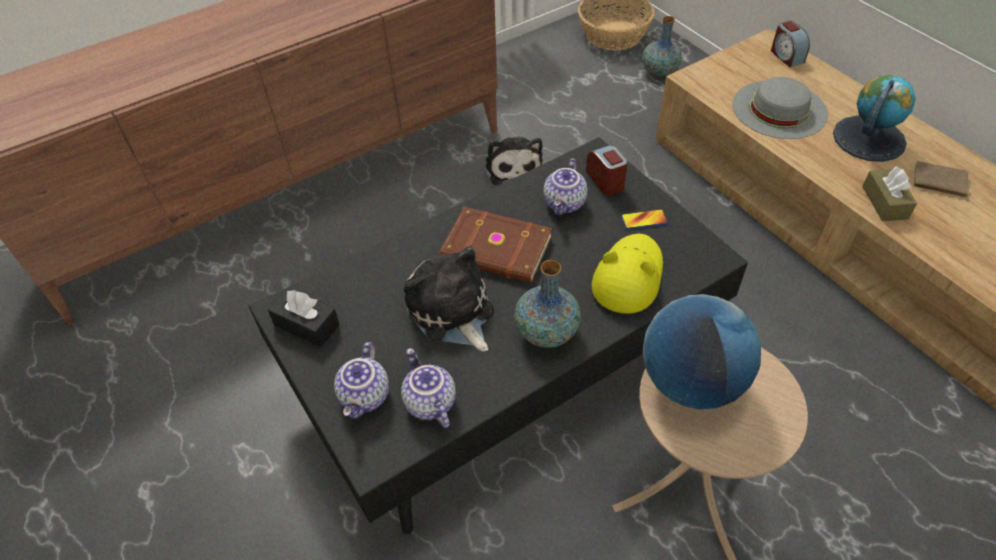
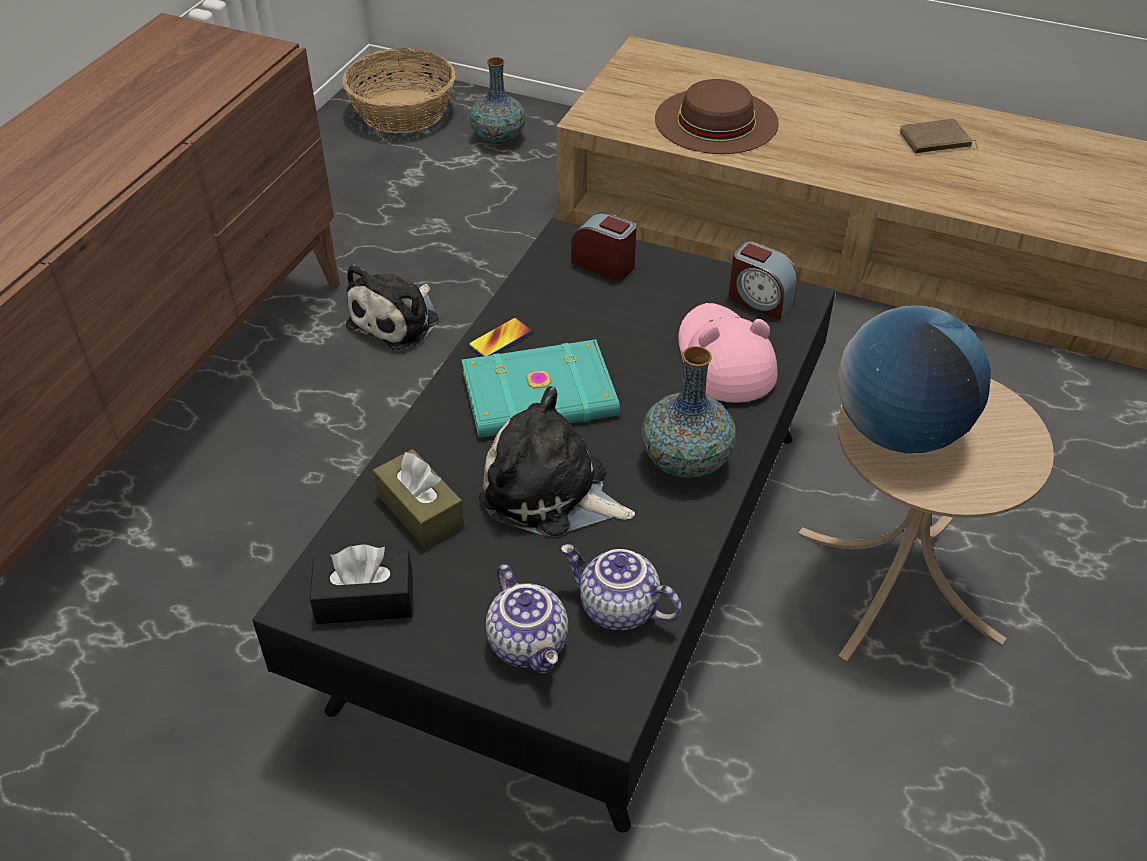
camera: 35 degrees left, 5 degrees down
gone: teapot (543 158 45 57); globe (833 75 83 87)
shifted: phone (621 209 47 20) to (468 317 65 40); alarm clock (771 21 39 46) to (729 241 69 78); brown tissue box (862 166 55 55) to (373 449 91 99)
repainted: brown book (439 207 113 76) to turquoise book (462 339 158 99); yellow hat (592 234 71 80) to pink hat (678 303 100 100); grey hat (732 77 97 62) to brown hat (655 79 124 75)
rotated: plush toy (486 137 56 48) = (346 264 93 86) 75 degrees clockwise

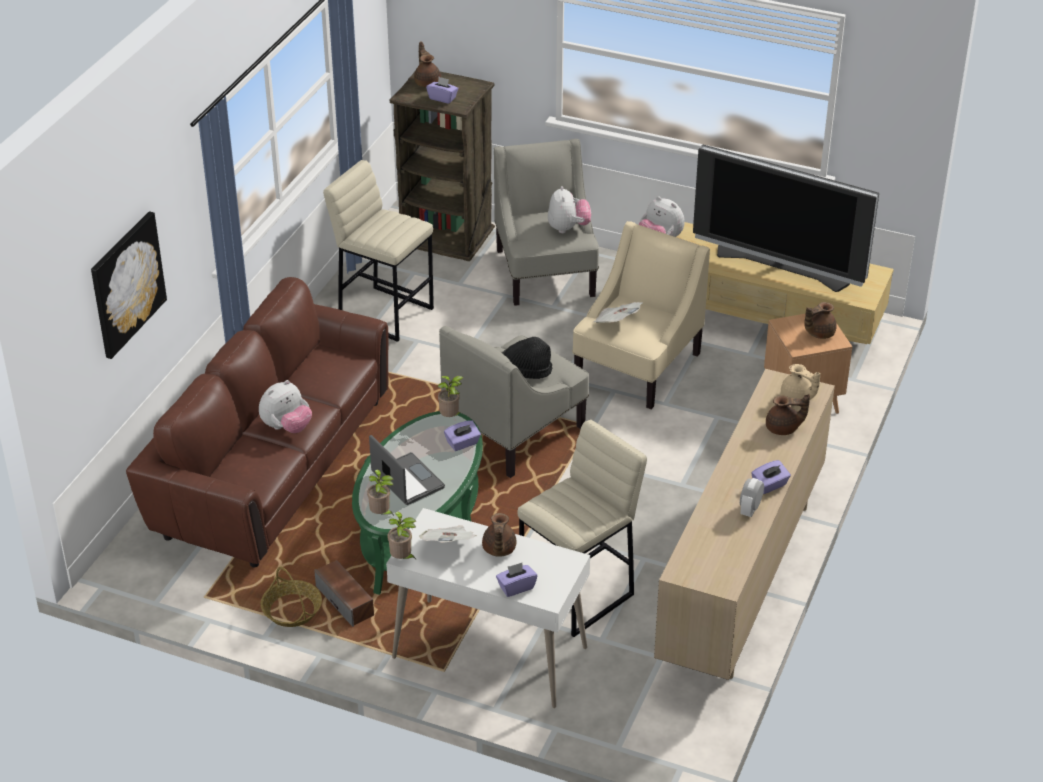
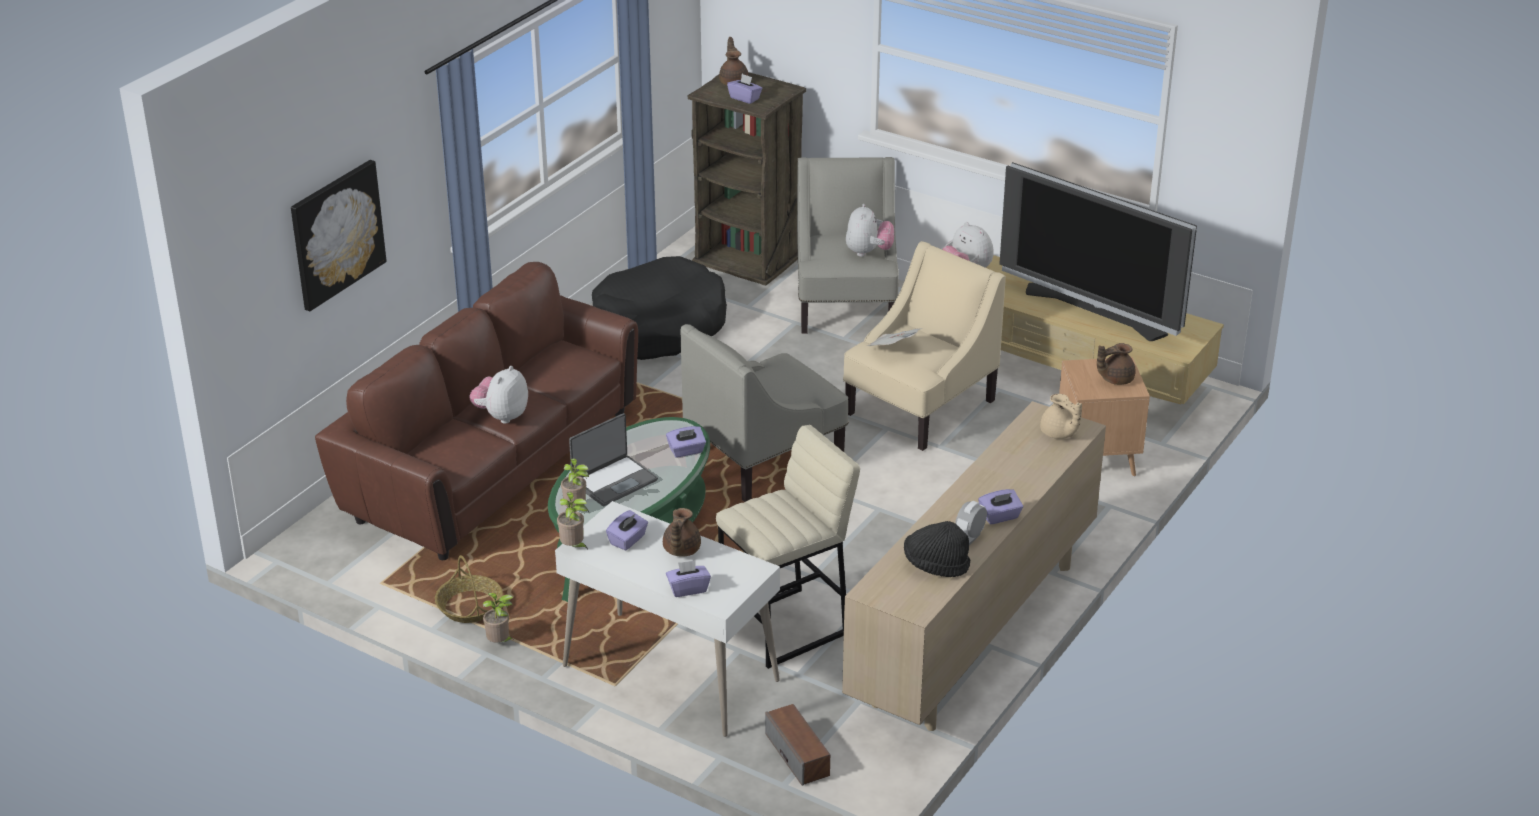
camera: 10 degrees right, 5 degrees down
gone: brown teapot (766 394 44 41)
shifted: speaker (314 560 60 67) to (765 704 65 82); potted plant (438 376 26 41) to (483 593 31 50); black hat (502 337 50 42) to (904 521 66 56)
swapped: beige stool (323 160 111 182) to black dog bed (592 256 135 104); newspaper (419 525 58 18) to purple tissue box (606 510 42 41)
rotated: plush toy (259 380 53 53) = (470 366 58 58) 150 degrees clockwise; laptop (369 435 76 70) = (569 413 89 93) 75 degrees clockwise

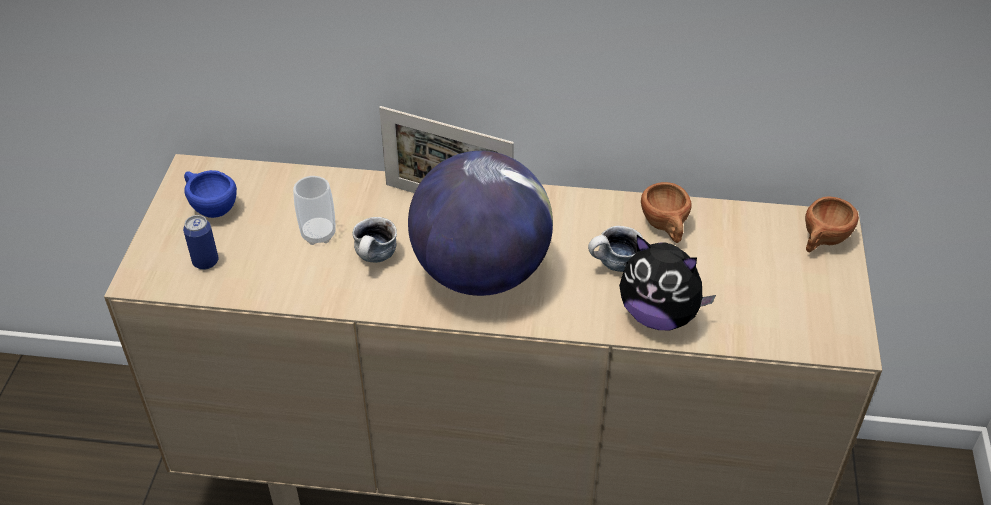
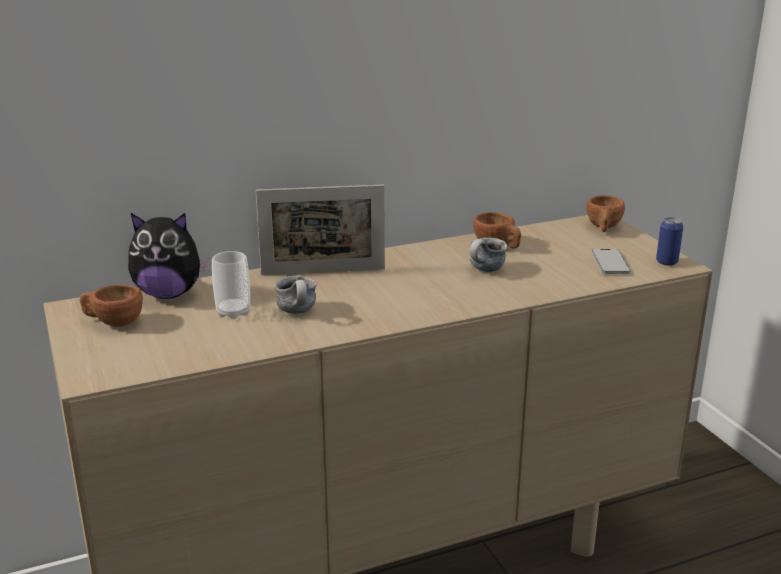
camera: 30 degrees left, 20 degrees down
gone: globe (408 151 145 145)
new: phone (592 249 39 25)
shifted: can (183 215 35 55) to (656 217 27 49); plush toy (619 235 97 95) to (128 213 82 86)
repainted: blue cup (184 170 53 48) to brown cup (80 285 63 42)

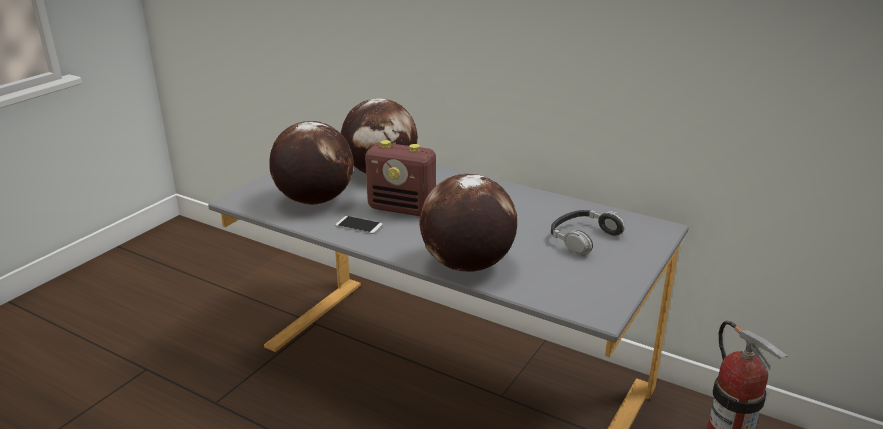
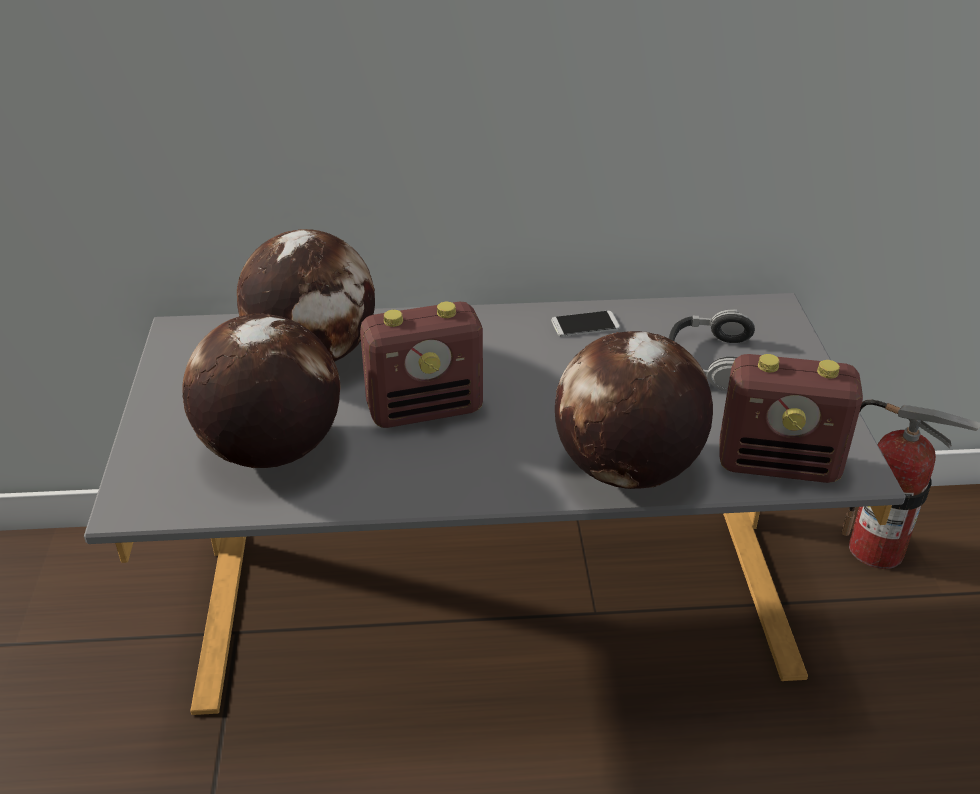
camera: 35 degrees left, 10 degrees up
new: radio (719 354 144 129)
shifted: phone (335 216 48 18) to (551 311 69 25)

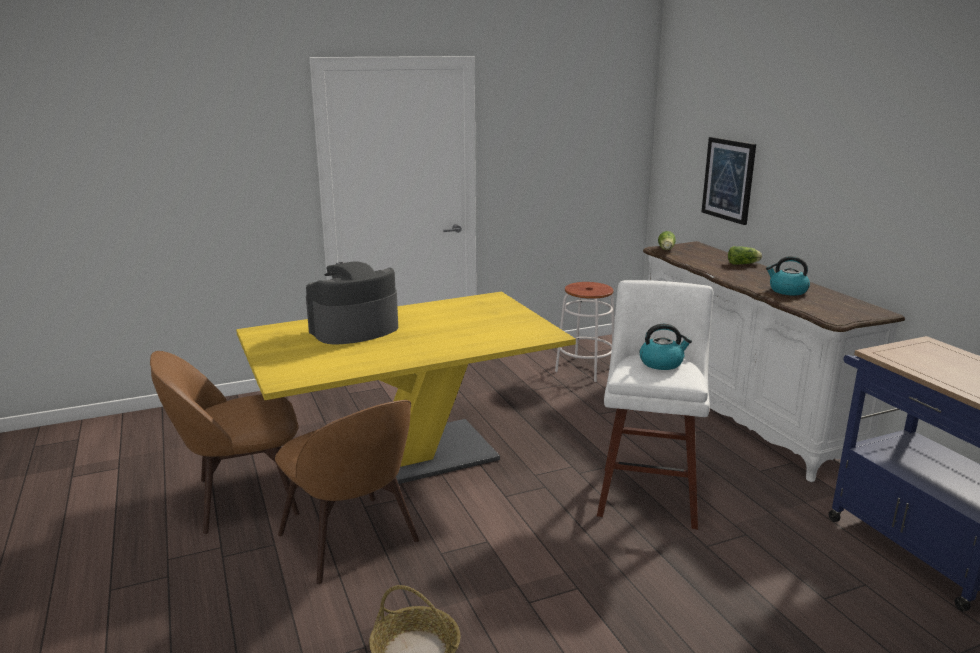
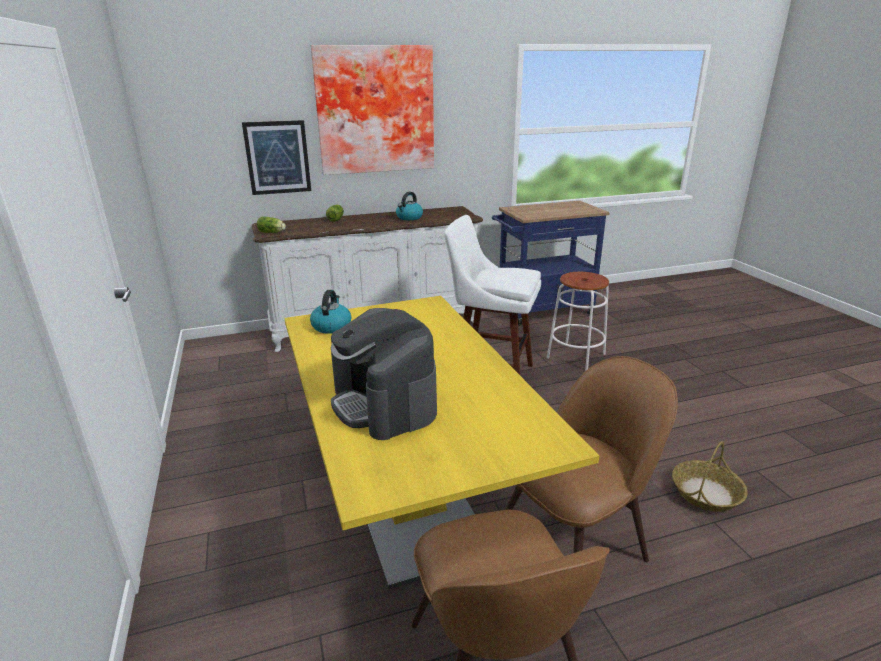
camera: 85 degrees left, 5 degrees up
new: picture (311 45 123 130)
shifted: white stool (555 282 59 100) to (547 272 62 99); kettle (640 324 52 46) to (310 290 41 44)

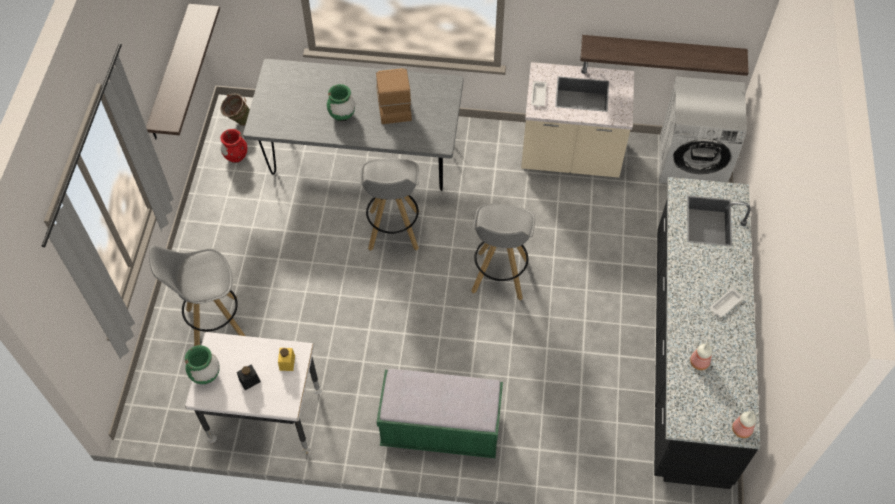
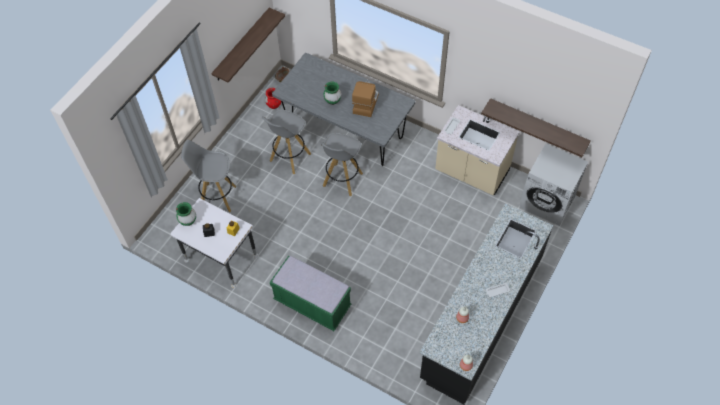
camera: 25 degrees right, 0 degrees up
shifted: grey stool (471 204 64 96) to (262 110 49 64)

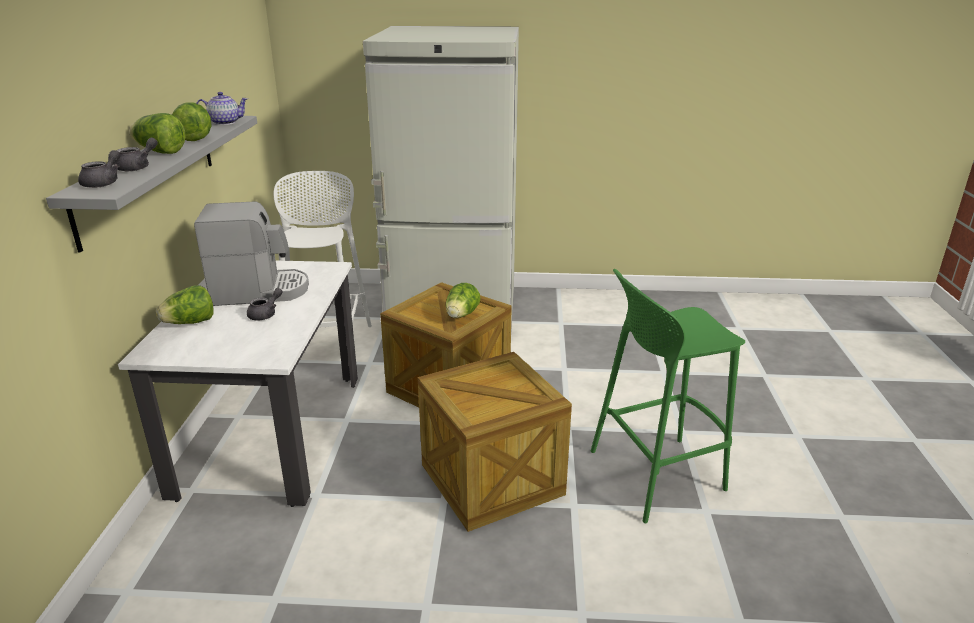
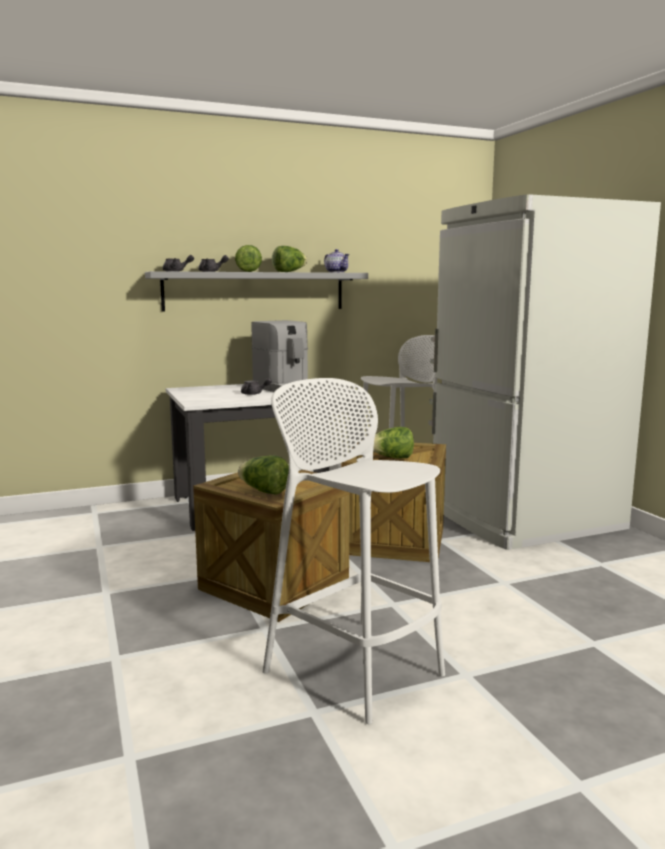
camera: 65 degrees right, 15 degrees down
shifted: lettuce (156 285 58 39) to (238 455 51 40)
repainted: green stool (591 269 154 254) to white stool (263 378 182 346)

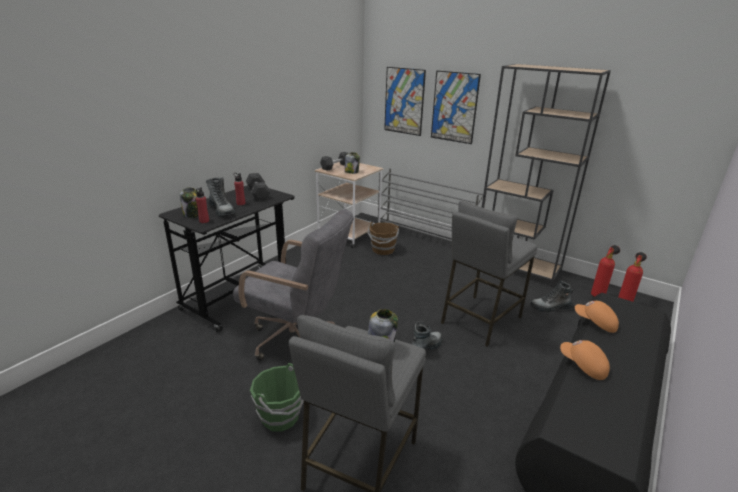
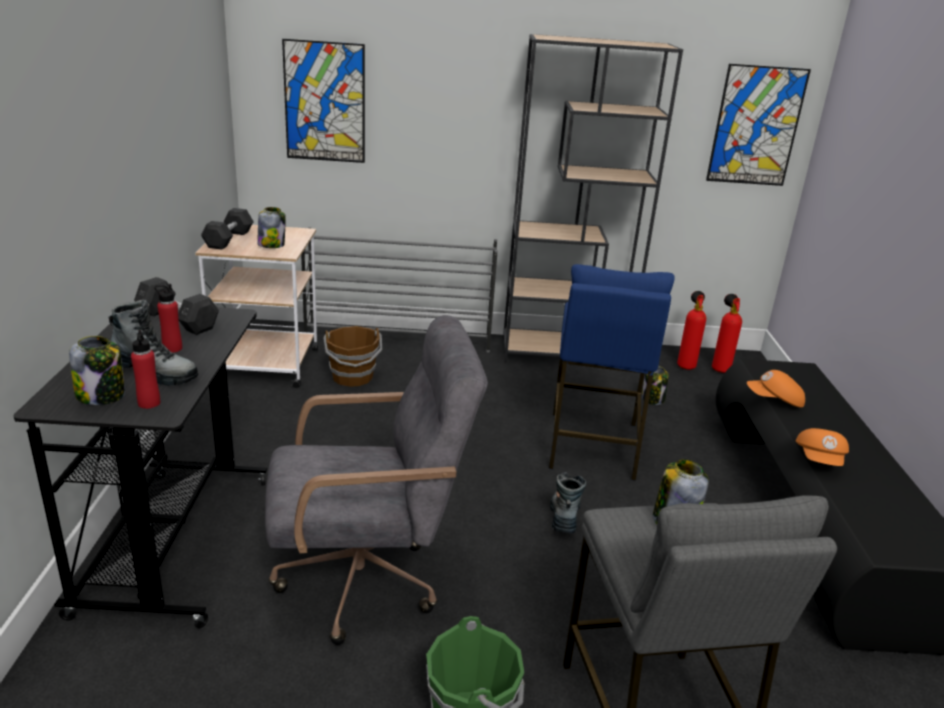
camera: 35 degrees left, 0 degrees up
shifted: picture (431 70 50 74) to (706 64 105 122)
swapped: boot (531 280 42 32) to jar (642 366 27 39)
repainted: grey stool (441 201 96 146) to blue stool (549 264 126 217)
rotated: orange cap (560 340 50 40) = (796 428 53 38) 90 degrees counterclockwise

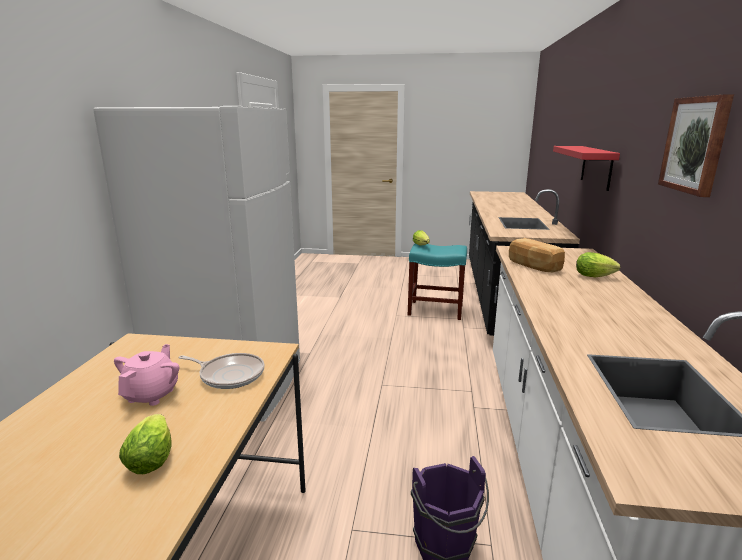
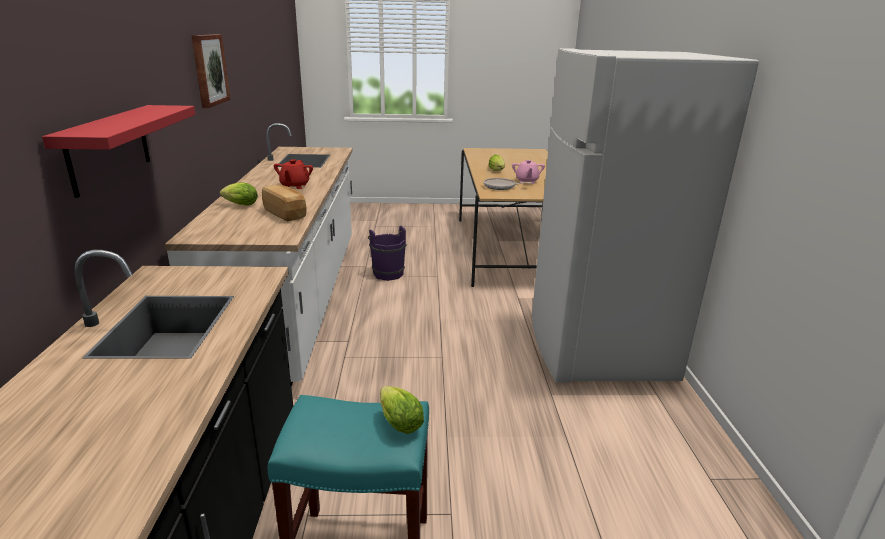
camera: 170 degrees right, 5 degrees up
new: red teapot (274 159 39 30)

